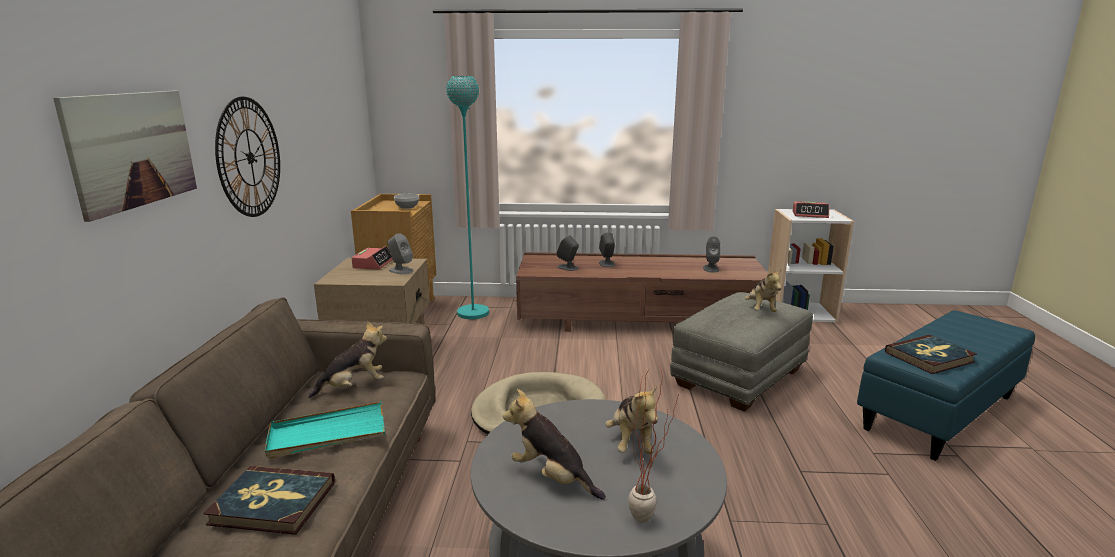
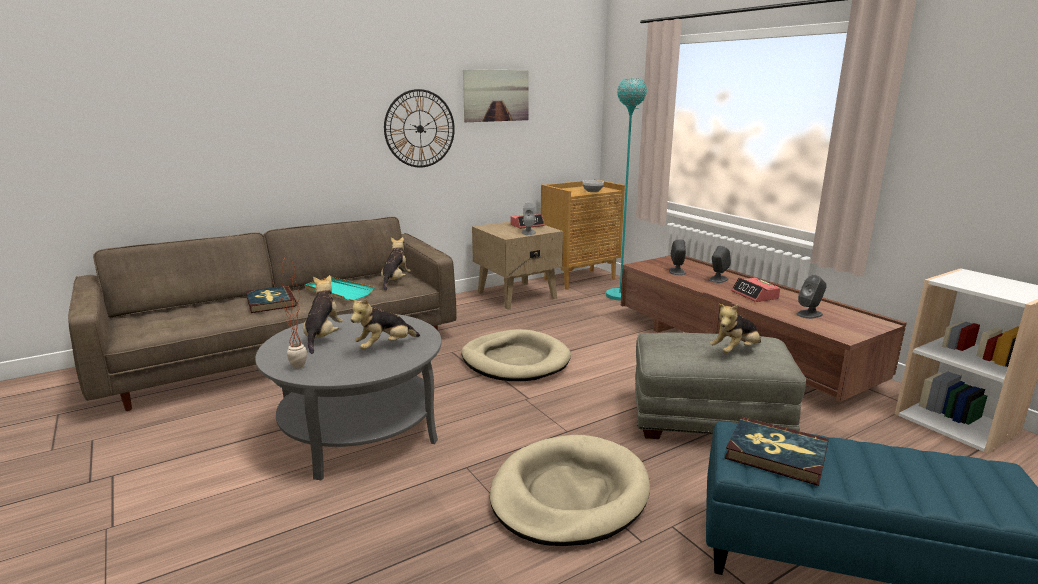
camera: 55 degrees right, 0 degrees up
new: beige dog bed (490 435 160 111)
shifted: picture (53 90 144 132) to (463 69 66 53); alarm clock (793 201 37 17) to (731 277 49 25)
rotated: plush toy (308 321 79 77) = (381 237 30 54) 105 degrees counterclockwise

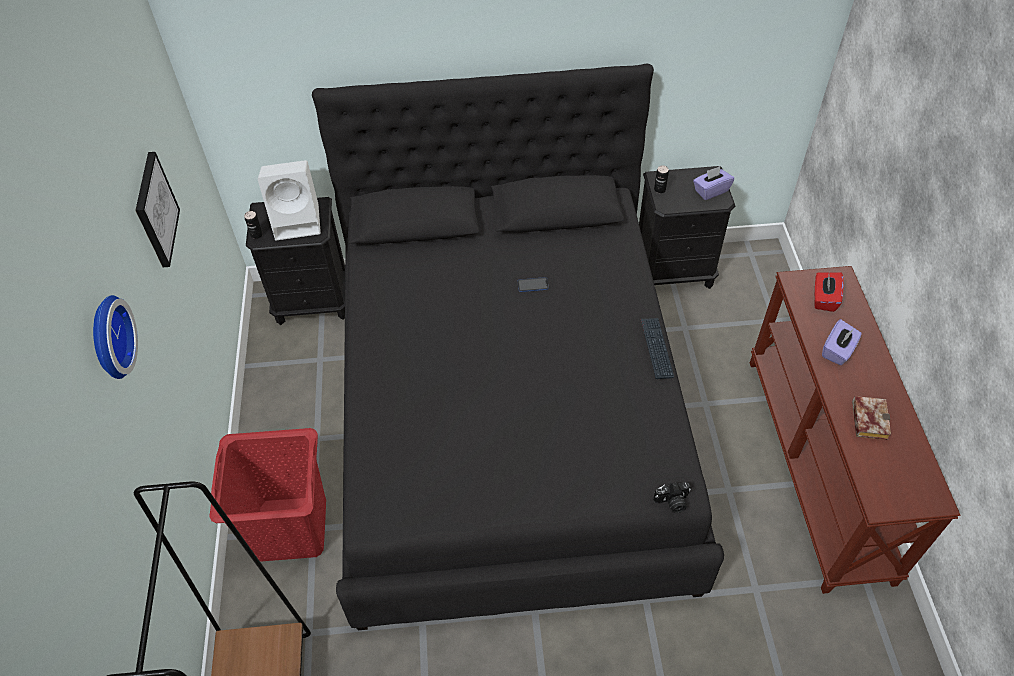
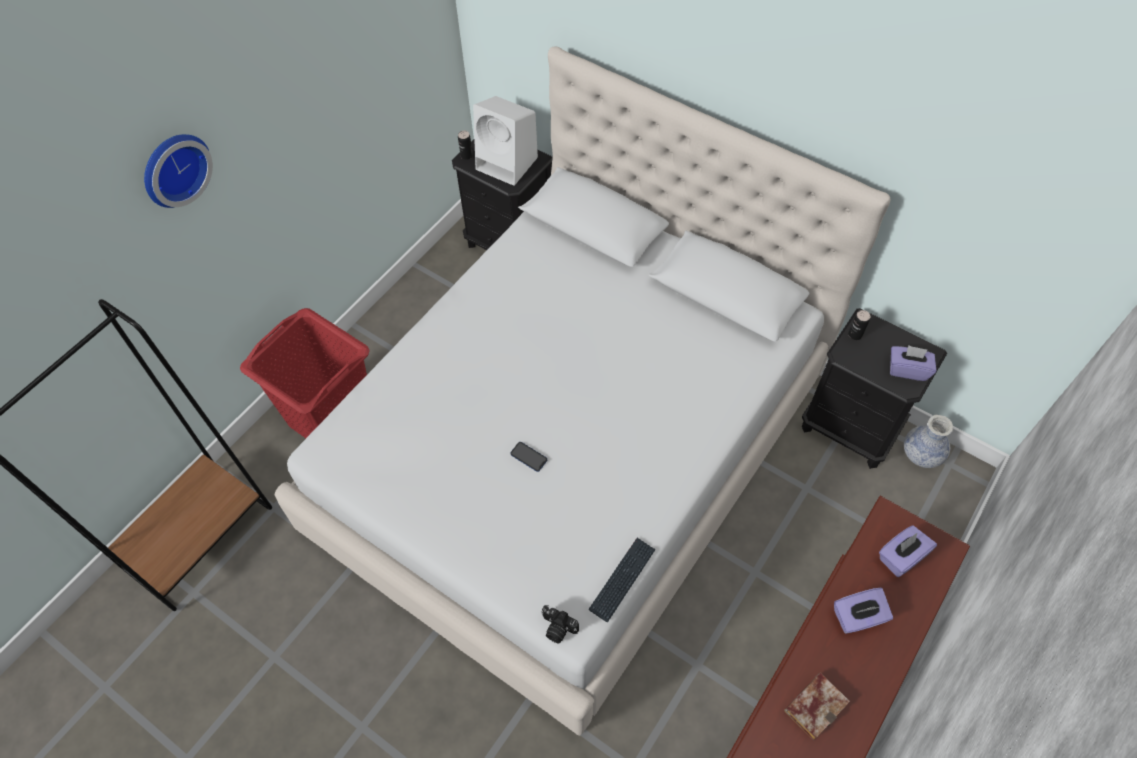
camera: 40 degrees right, 5 degrees up
gone: picture (135 152 45 115)
new: vase (904 415 49 53)
shifted: phone (518 277 31 15) to (510 442 37 30); keyboard (641 318 33 61) to (588 538 68 84)
repainted: black bed (312 64 412 566) to white bed (274 47 616 689); red tissue box (814 272 30 40) to purple tissue box (879 525 58 52)

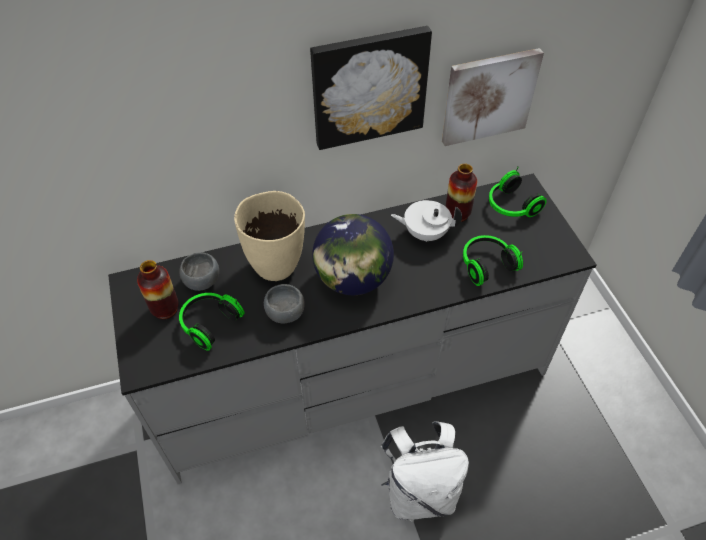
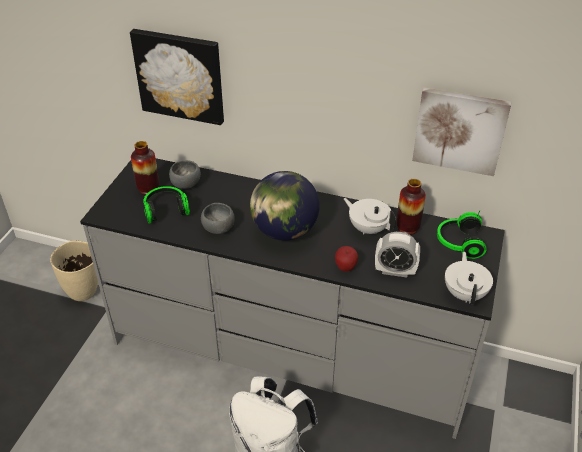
camera: 35 degrees right, 10 degrees down
new: apple (335 246 23 25); white teapot (445 252 48 53)
shifted: beige vase (234 191 71 90) to (50 241 48 60); picture (310 26 122 124) to (130 29 94 96)
swapped: headphones (463 235 60 51) to alarm clock (375 232 45 45)

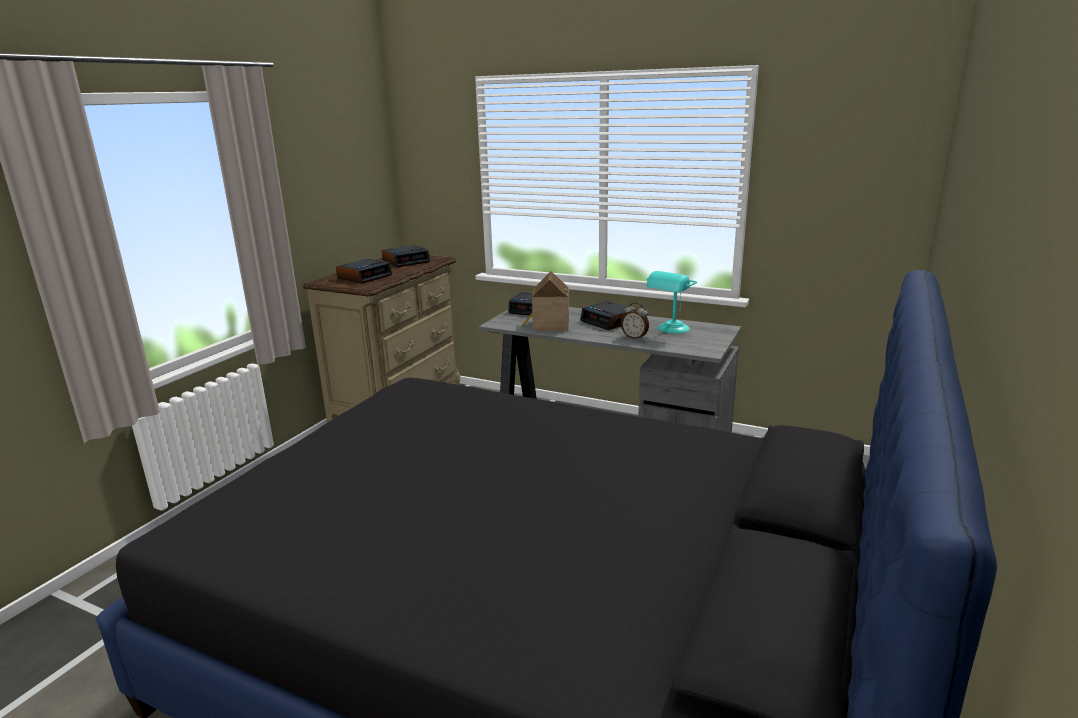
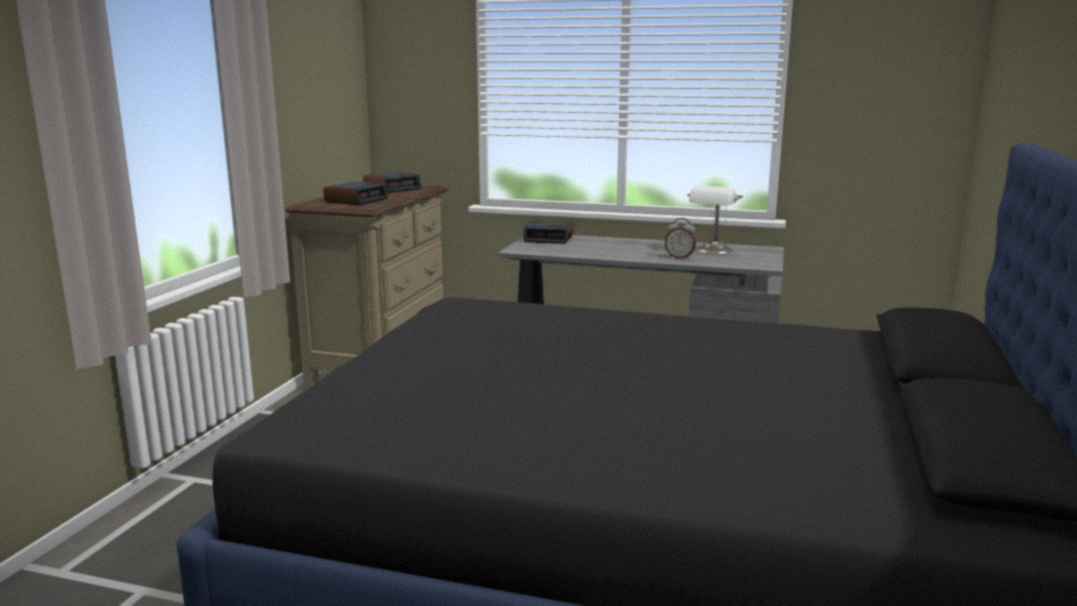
camera: 10 degrees left, 5 degrees down
gone: toy house (522 271 47 60); alarm clock (580 301 57 29)
repainted: turquoise table lamp (646 271 51 63) to white table lamp (687 186 56 68)

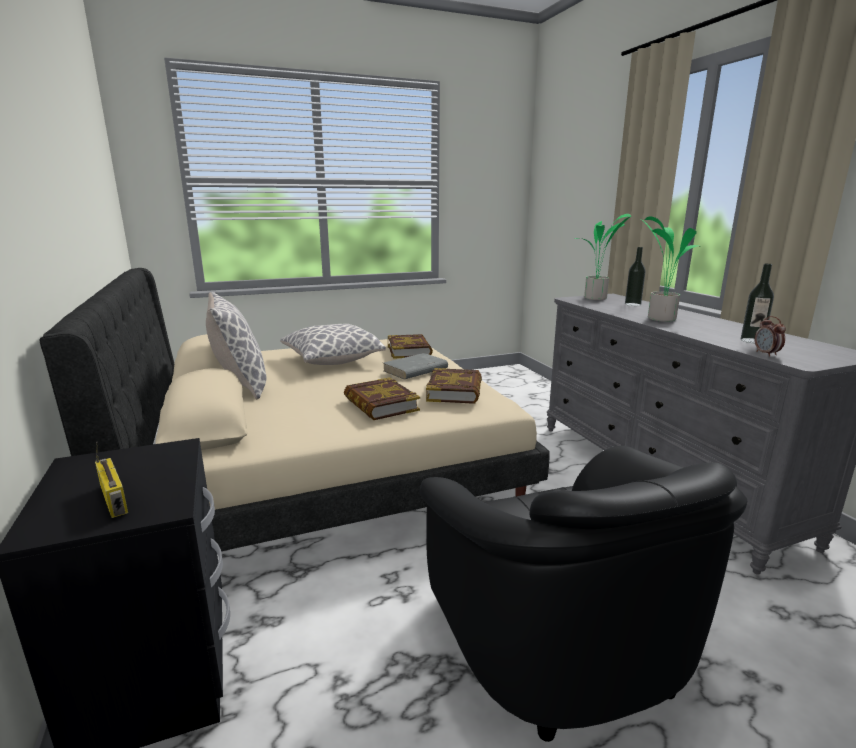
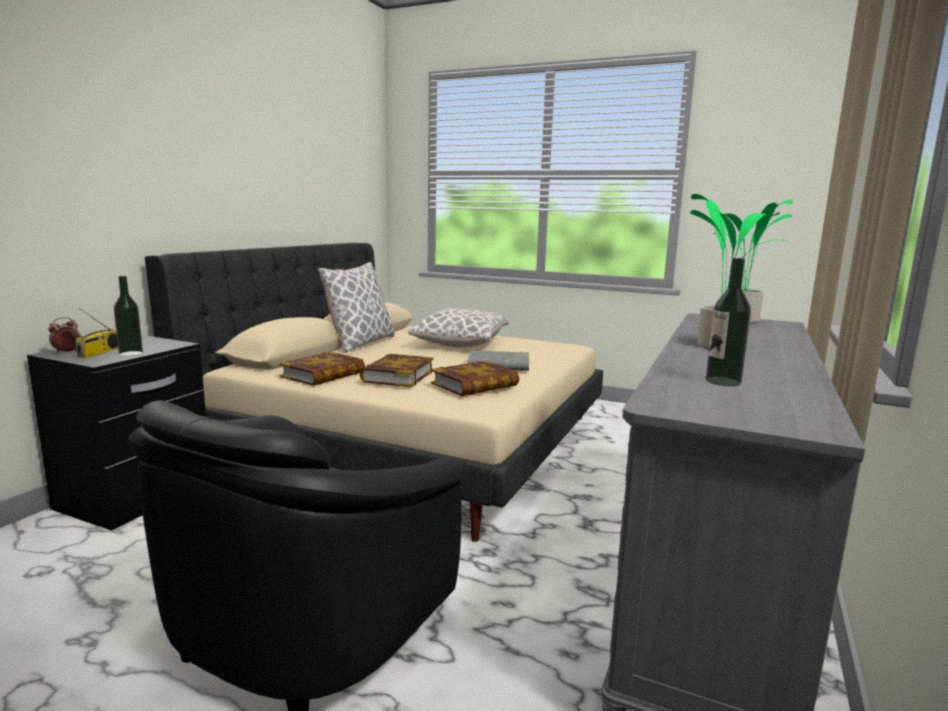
camera: 45 degrees right, 5 degrees down
shifted: book (388 334 45 25) to (279 352 86 34); bottle (625 247 21 59) to (114 276 29 80); alarm clock (755 316 31 41) to (48 317 33 37)

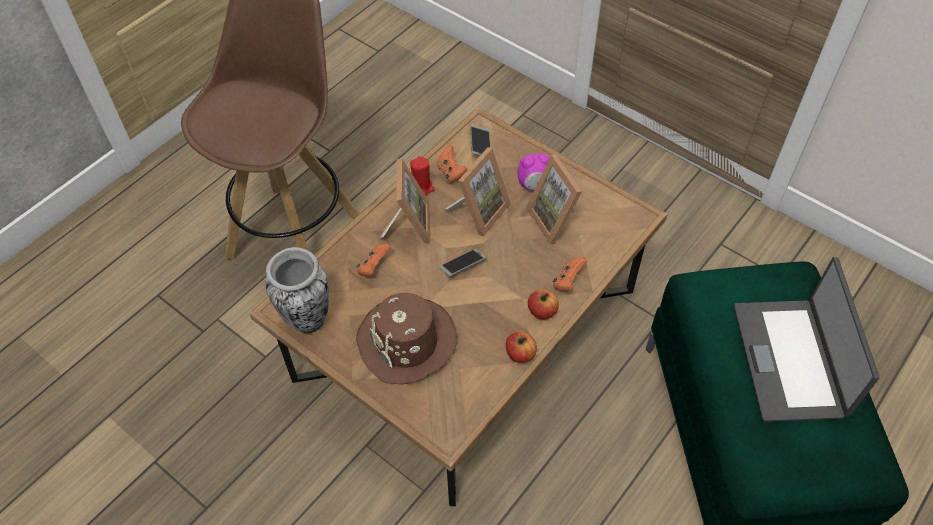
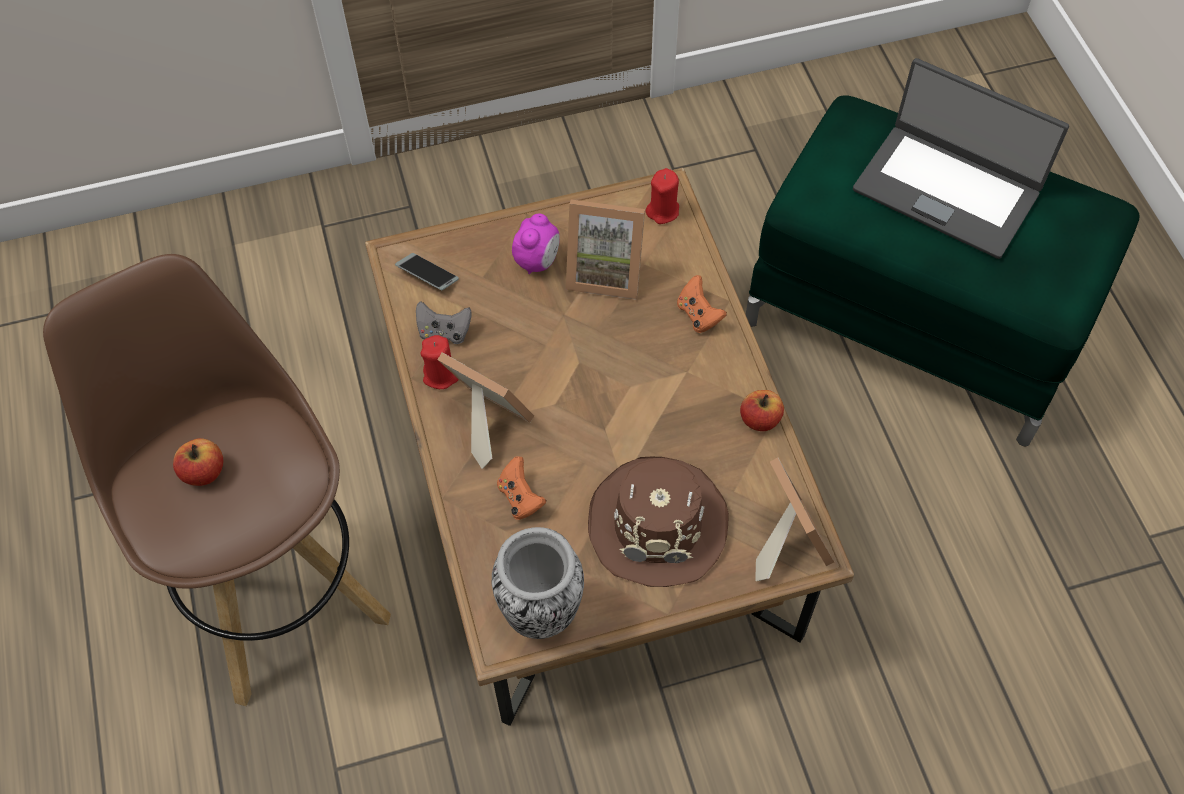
camera: 55 degrees left, 5 degrees up
gone: phone (439 249 47 27)
new: red candle (645 168 34 56)
shifted: picture frame (445 147 66 90) to (755 458 79 123); apple (528 289 31 31) to (173 438 50 48)
repainted: orange game controller (437 145 30 38) to grey game controller (416 301 55 43)

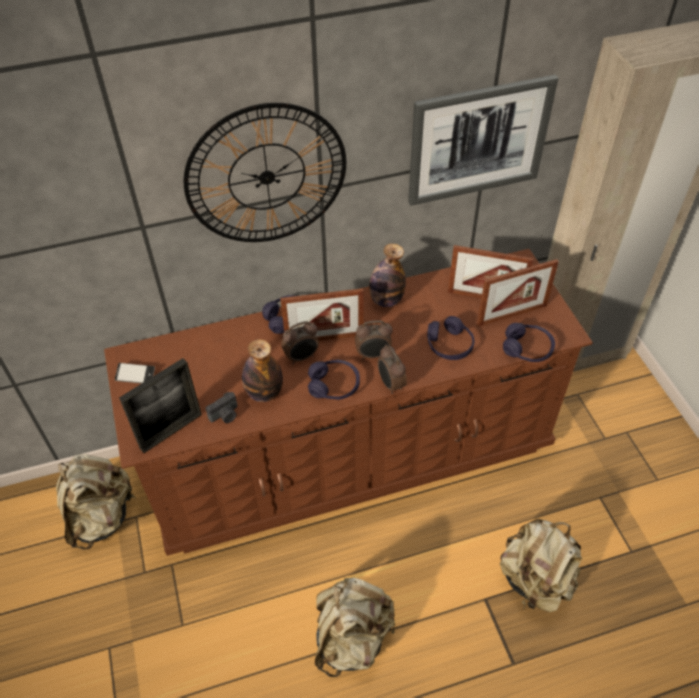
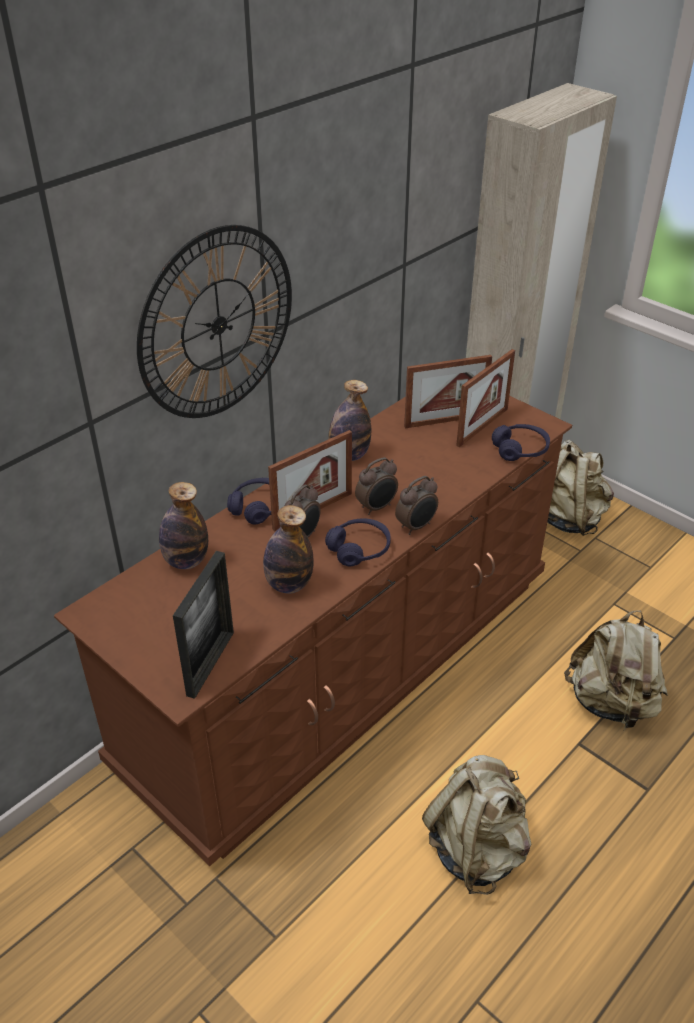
camera: 30 degrees left, 10 degrees down
gone: phone (115 363 40 20); photo camera (206 392 31 31); picture (408 75 150 131); purple headphones (427 316 47 44)
new: bottle (159 482 49 87)
shifted: beige backpack (56 454 80 96) to (547 440 67 96)
rotated: alarm clock (378 344 29 50) = (395 476 43 59) 75 degrees counterclockwise

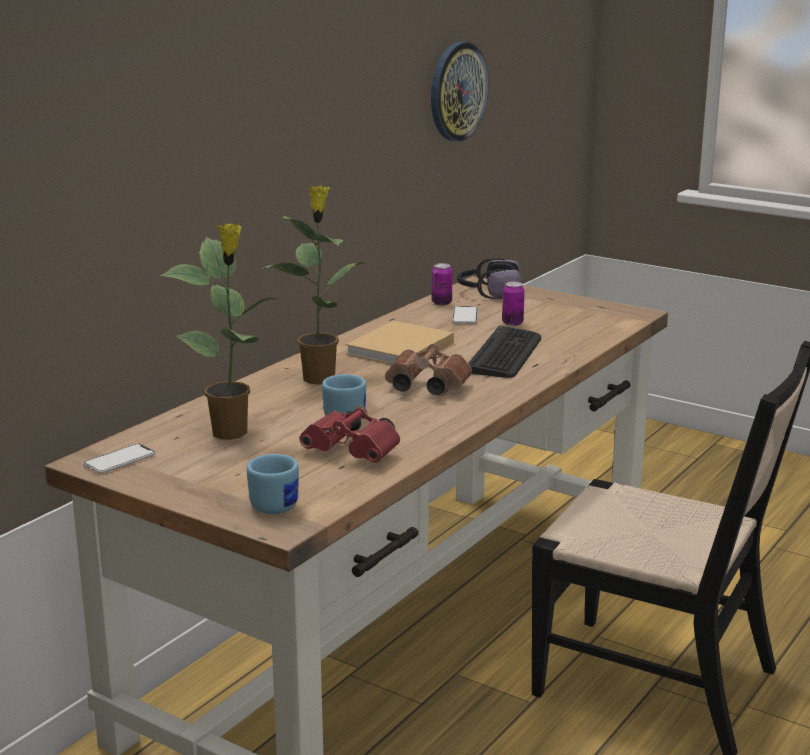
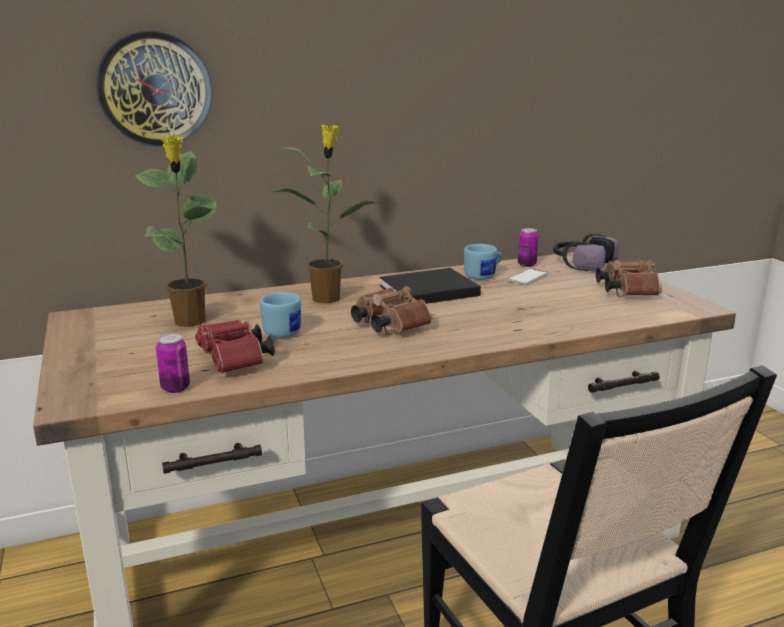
camera: 35 degrees right, 0 degrees up
gone: phone (83 444 73 30); keyboard (468 326 73 52)
new: brown binoculars (596 260 66 38)
shifted: blue mug (247 454 52 60) to (464 244 38 36); wall clock (431 42 58 100) to (96 31 116 116); can (502 282 23 44) to (156 334 34 59)
repainted: beige book (345 321 109 44) to black book (380 268 101 36)

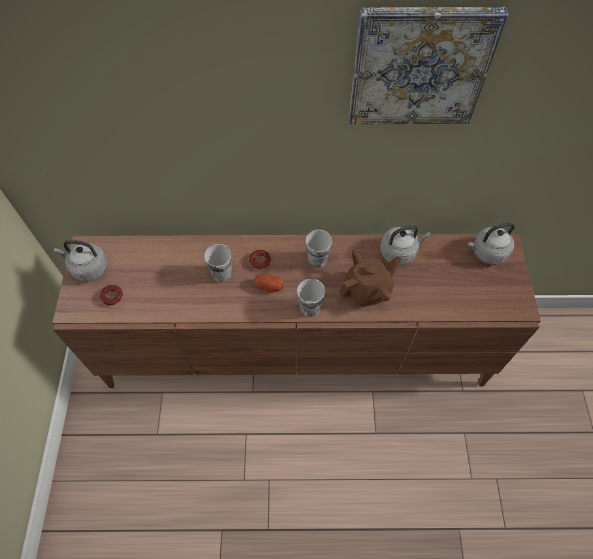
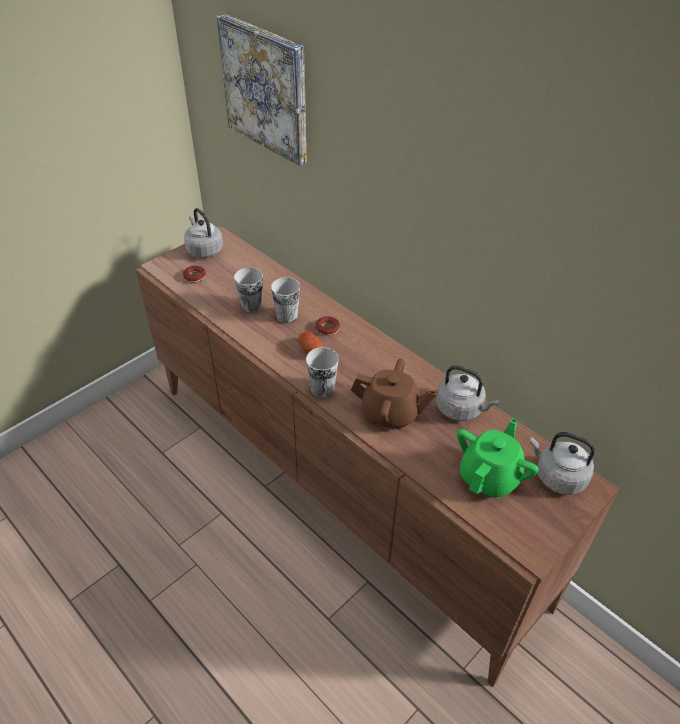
camera: 45 degrees right, 15 degrees down
new: green teapot (457 418 81 80)
shifted: cup (306 230 26 38) to (234 267 29 46); picture (349 7 159 117) to (217 14 90 152)

